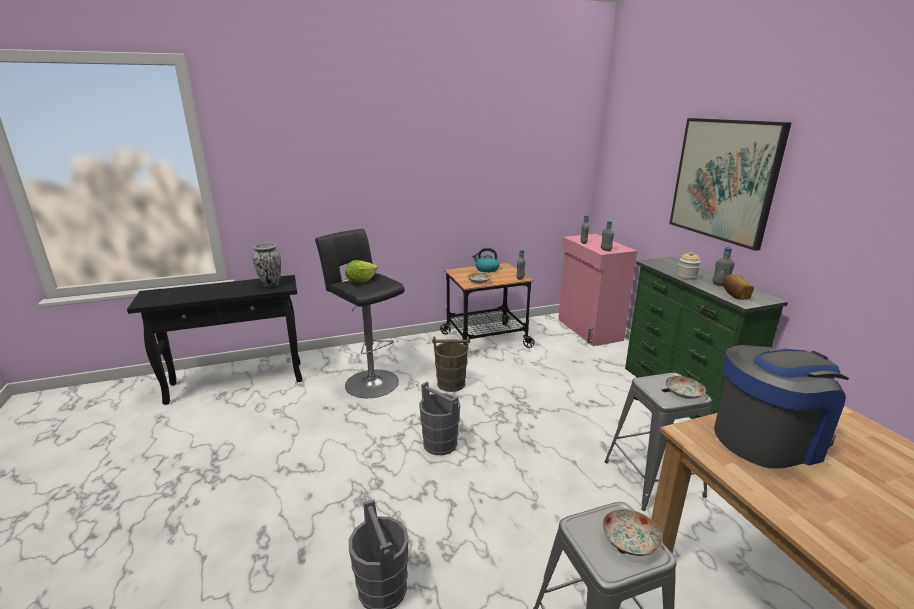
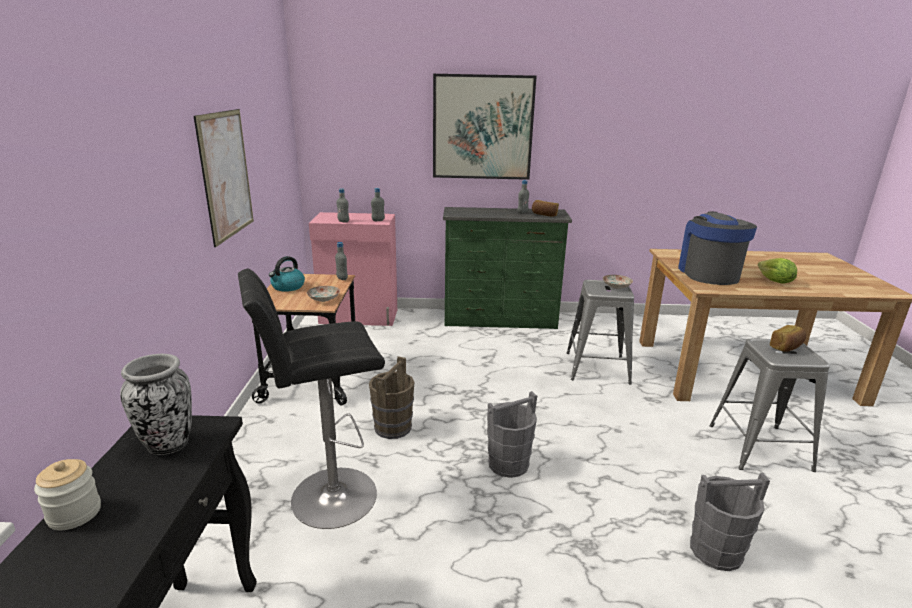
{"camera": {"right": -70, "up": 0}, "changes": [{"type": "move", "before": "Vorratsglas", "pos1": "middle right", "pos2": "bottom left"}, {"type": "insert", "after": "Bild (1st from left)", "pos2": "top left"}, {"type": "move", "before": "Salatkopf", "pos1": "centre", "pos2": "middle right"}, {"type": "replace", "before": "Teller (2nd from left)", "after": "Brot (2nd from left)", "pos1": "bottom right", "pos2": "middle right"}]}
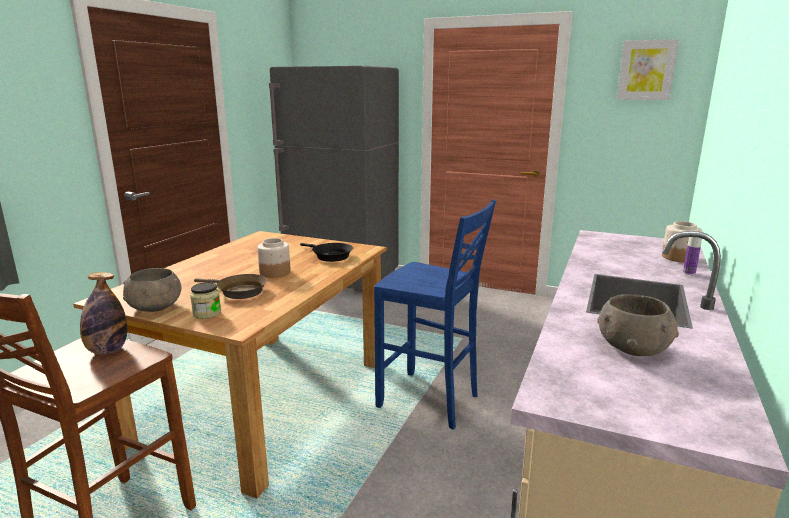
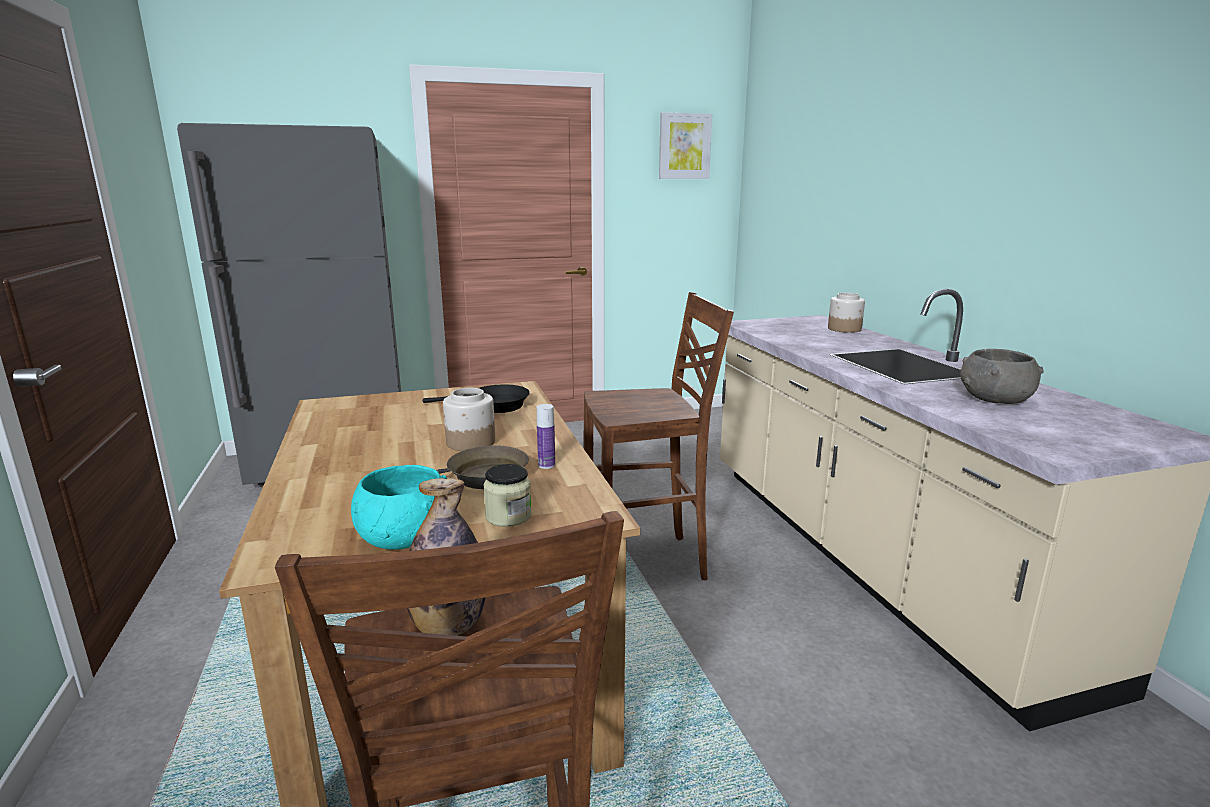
{"camera": {"right": -40, "up": 0}, "changes": [{"type": "recolor", "before": "Schüssel/grau (1st from left)", "after": "Schüssel/türkis", "pos1": "middle left", "pos2": "middle left"}, {"type": "move", "before": "Flasche (2nd from left)", "pos1": "middle right", "pos2": "centre"}, {"type": "recolor", "before": "Hocker/blau", "after": "Hocker/braun (2nd from left)", "pos1": "centre", "pos2": "centre"}]}
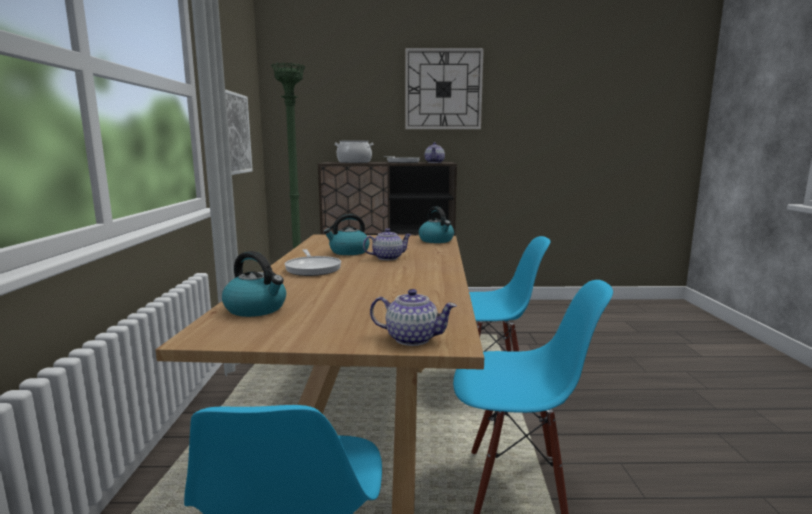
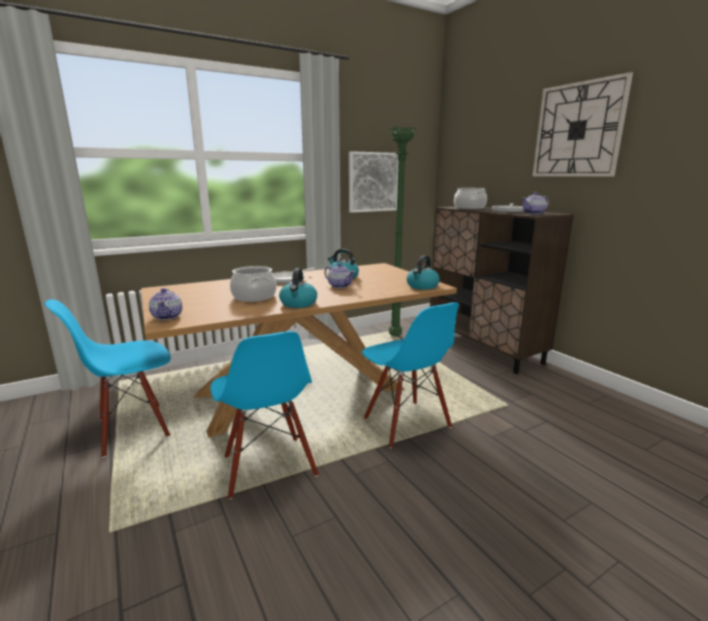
{"camera": {"right": 60, "up": 5}, "changes": [{"type": "insert", "after": "Kochtopf (1st from left)", "pos2": "centre"}, {"type": "move", "before": "Wasserkessel (1st from left)", "pos1": "middle left", "pos2": "centre"}]}
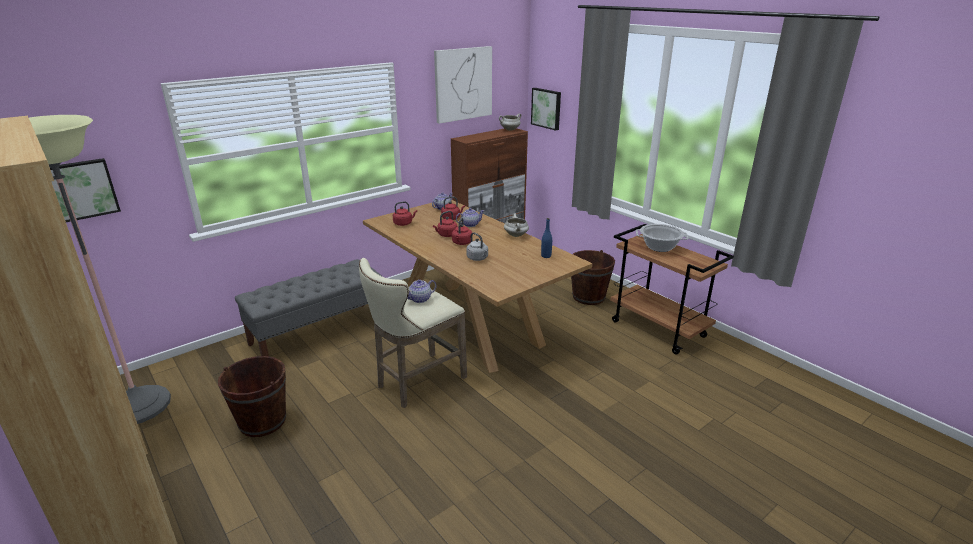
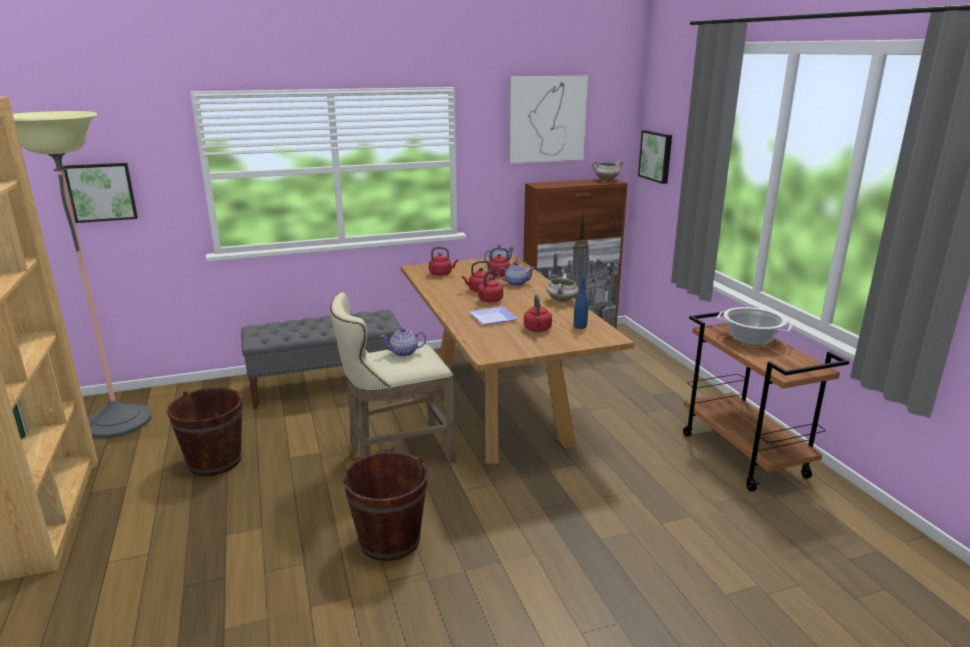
{"camera": {"right": 20, "up": -5}, "changes": [{"type": "move", "before": "Eimer/braun (2nd from left)", "pos1": "centre", "pos2": "bottom centre"}, {"type": "replace", "before": "Wasserkessel/grau", "after": "Teller", "pos1": "centre", "pos2": "centre"}, {"type": "insert", "after": "Wasserkessel/rot (5th from left)", "pos2": "centre"}]}
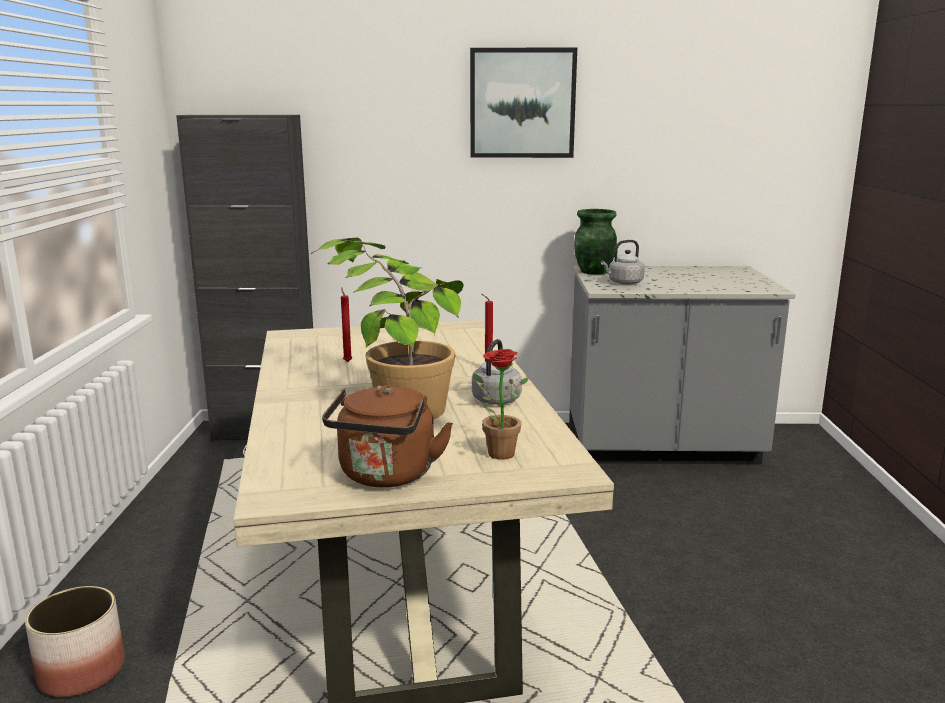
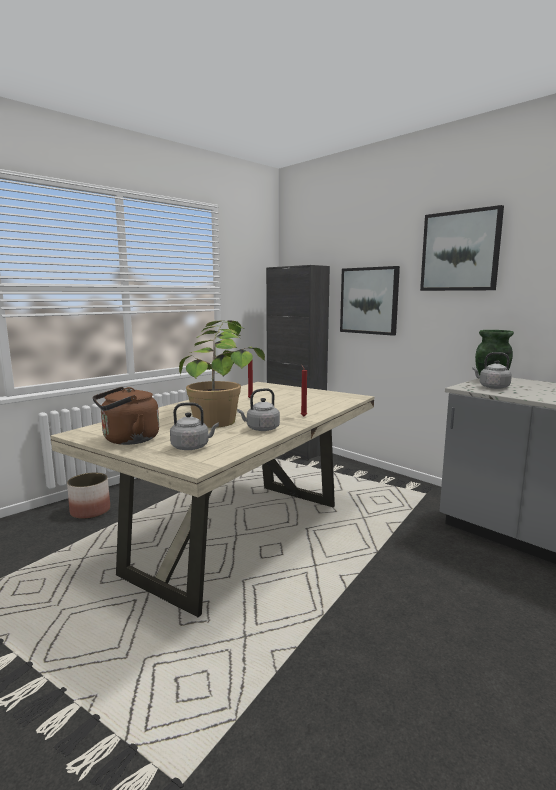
{"camera": {"right": 45, "up": -5}, "changes": [{"type": "replace", "before": "Topfpflanze (2nd from left)", "after": "Wasserkessel/grau (1st from left)", "pos1": "centre", "pos2": "centre"}, {"type": "insert", "after": "Bild (1st from left)", "pos2": "centre"}]}
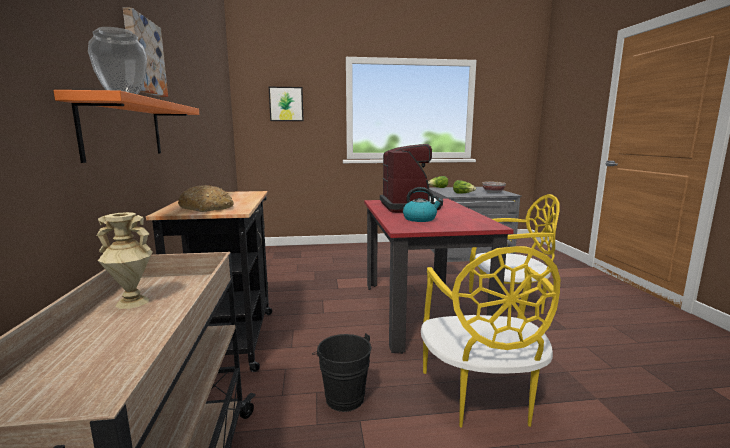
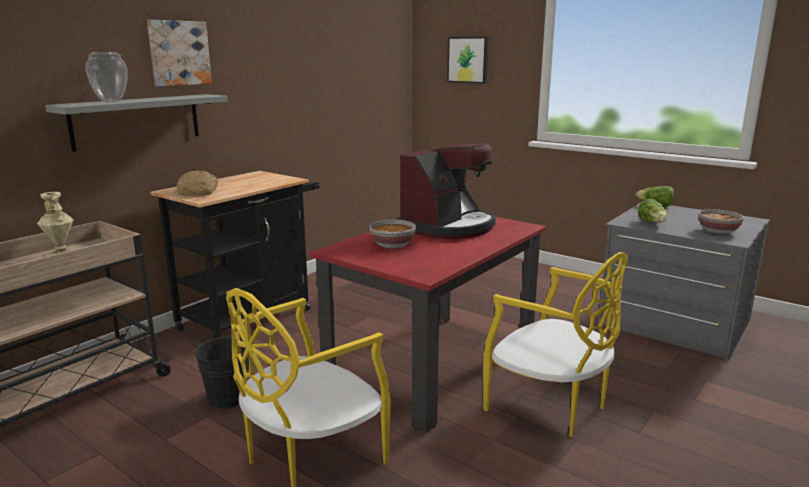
{"camera": {"right": 45, "up": 5}, "changes": [{"type": "recolor", "before": "Wandregal/orange", "after": "Wandregal/grau", "pos1": "top left", "pos2": "top left"}, {"type": "replace", "before": "Wasserkessel", "after": "Schüssel (1st from left)", "pos1": "centre", "pos2": "centre"}]}
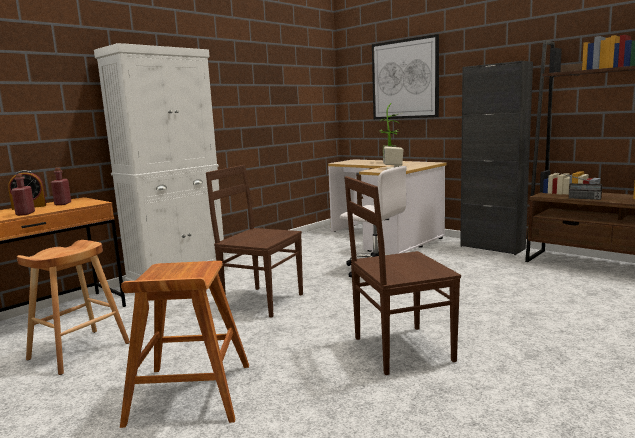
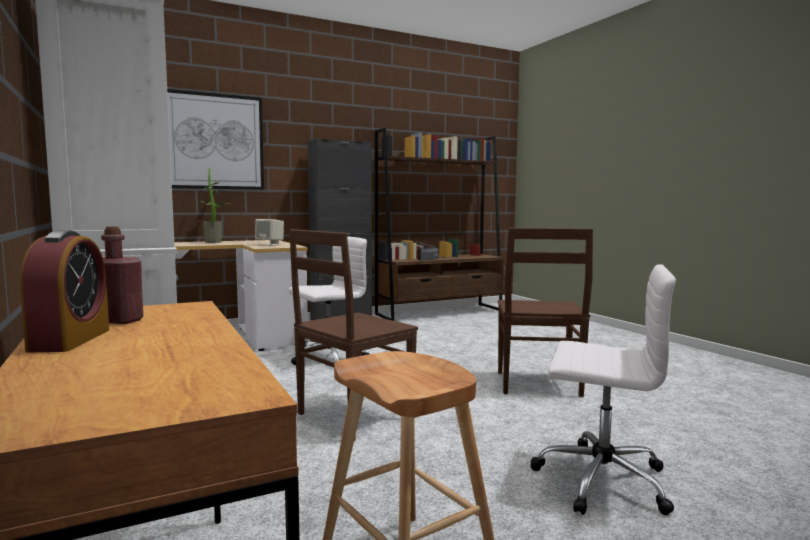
{"camera": {"right": -70, "up": -5}, "changes": [{"type": "replace", "before": "Hocker/braun (2nd from left)", "after": "Bürostuhl/weiß (2nd from left)", "pos1": "bottom left", "pos2": "bottom right"}, {"type": "delete", "before": "Flasche/rot (1st from left)", "pos1": "middle left"}]}
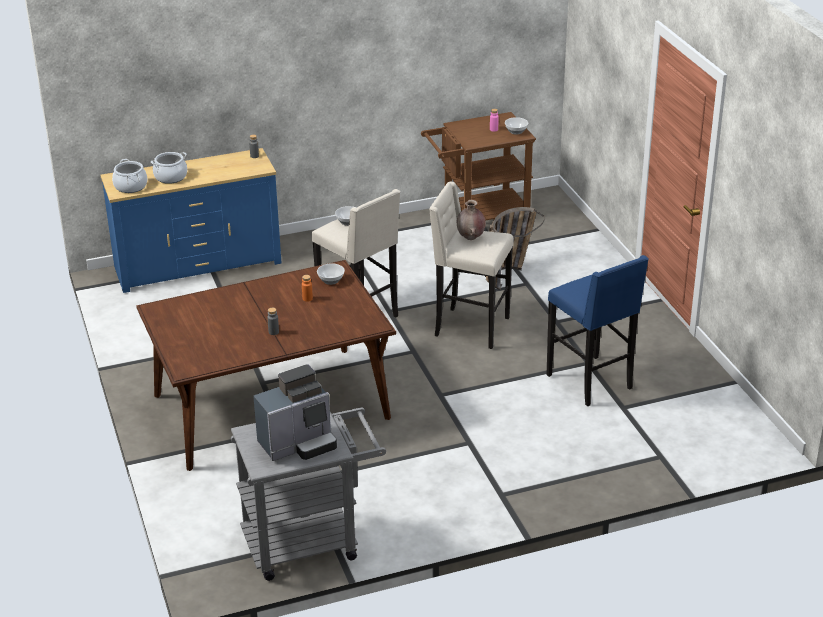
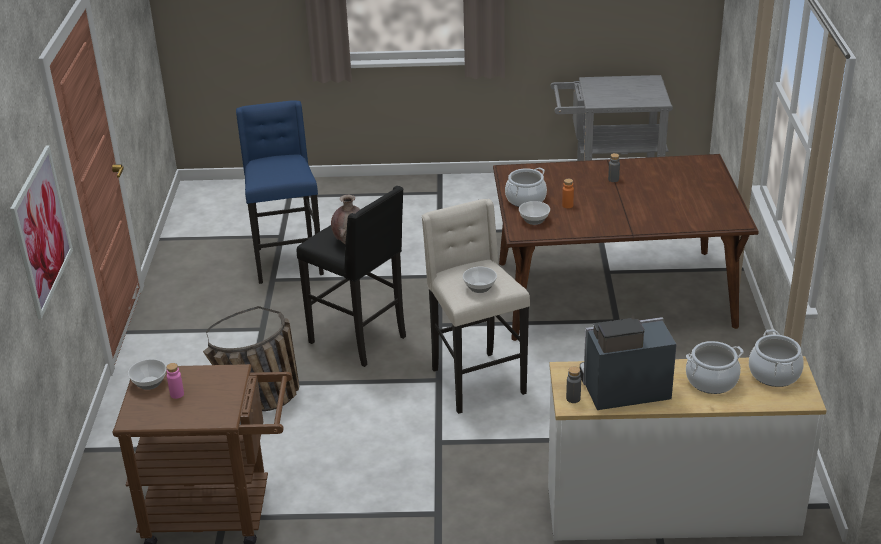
{"camera": {"right": -160, "up": 0}, "changes": [{"type": "insert", "after": "Bild", "pos2": "middle left"}, {"type": "recolor", "before": "Hocker/beige (2nd from left)", "after": "Hocker/schwarz", "pos1": "centre", "pos2": "centre"}, {"type": "insert", "after": "Kochtopf (1st from left)", "pos2": "centre"}, {"type": "recolor", "before": "Kommode/blau", "after": "Kommode/weiß", "pos1": "middle left", "pos2": "bottom right"}, {"type": "move", "before": "Kaffeemaschine", "pos1": "bottom centre", "pos2": "bottom right"}]}
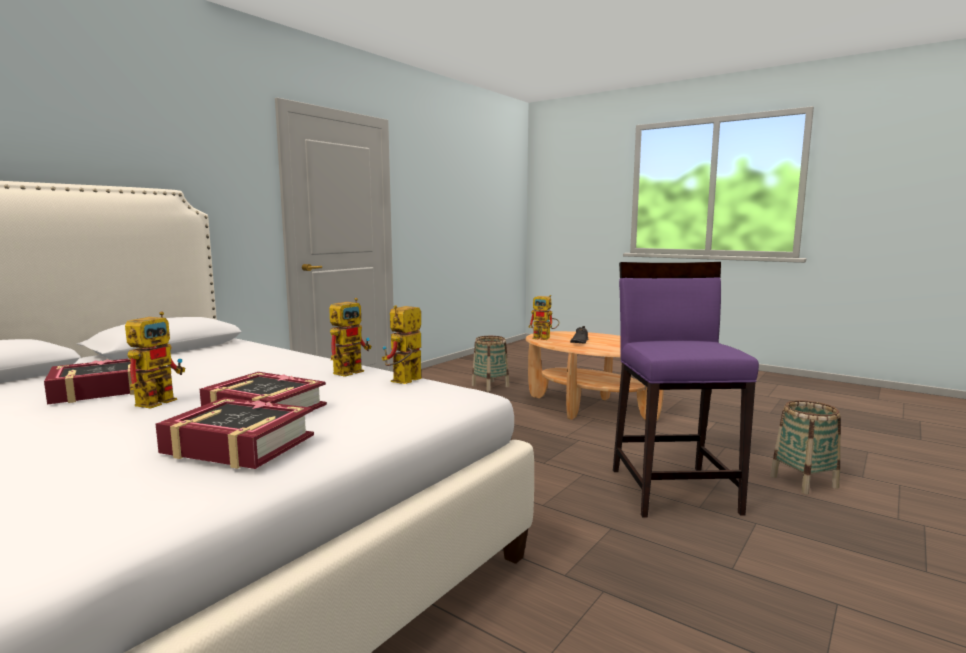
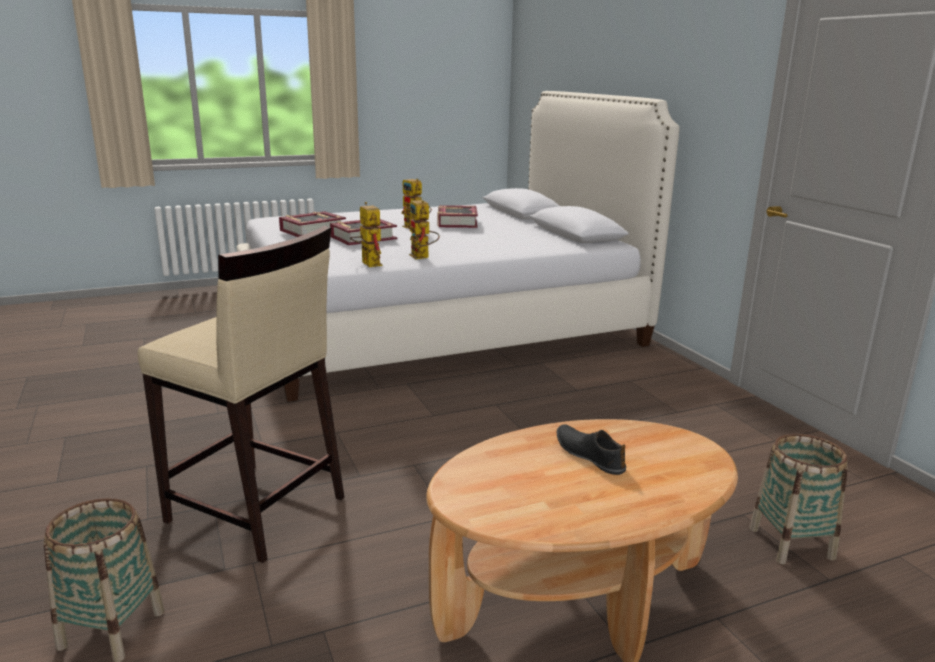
{"camera": {"right": 120, "up": 10}, "changes": [{"type": "recolor", "before": "Hocker/lila", "after": "Hocker/beige", "pos1": "middle right", "pos2": "middle left"}, {"type": "delete", "before": "Spielzeugroboter (4th from left)", "pos1": "centre"}]}
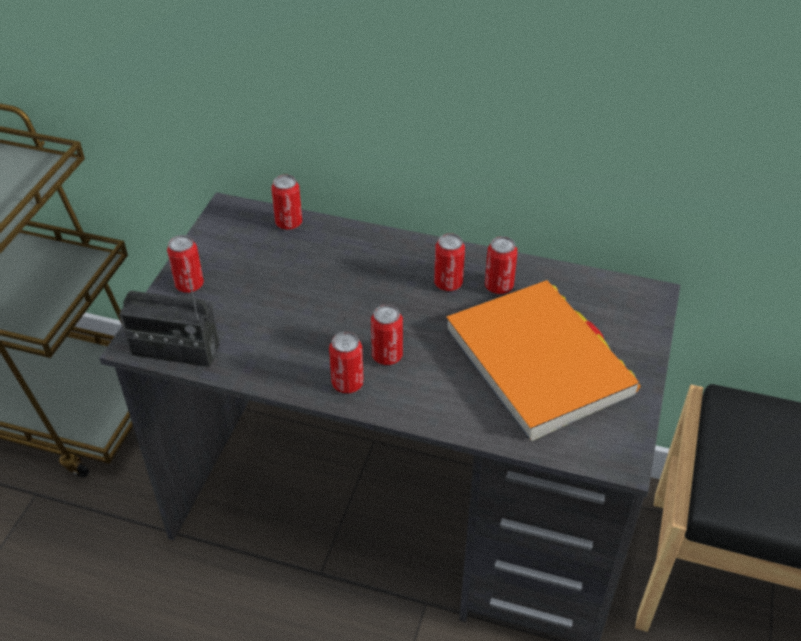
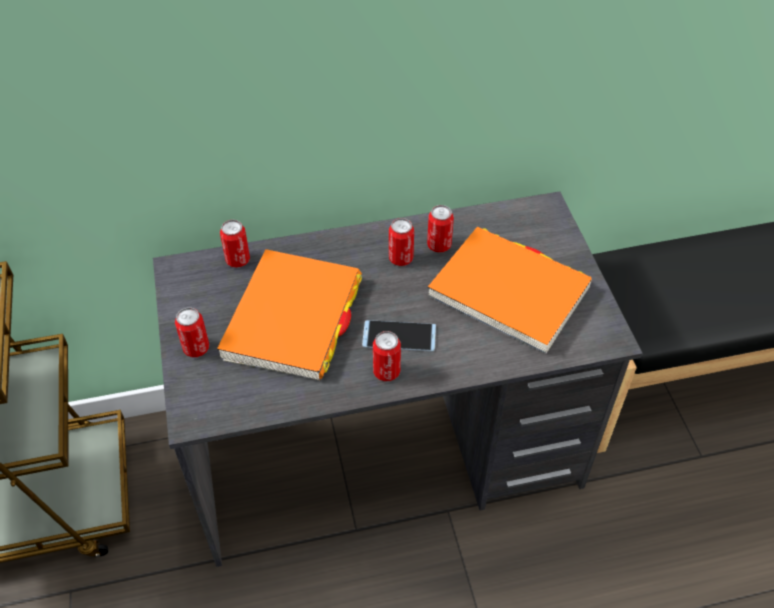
{"camera": {"right": -30, "up": 5}, "changes": [{"type": "insert", "after": "Buch/orange (1st from left)", "pos2": "centre"}, {"type": "replace", "before": "Dose (4th from left)", "after": "Handy", "pos1": "centre", "pos2": "centre"}, {"type": "delete", "before": "Radio", "pos1": "middle left"}]}
